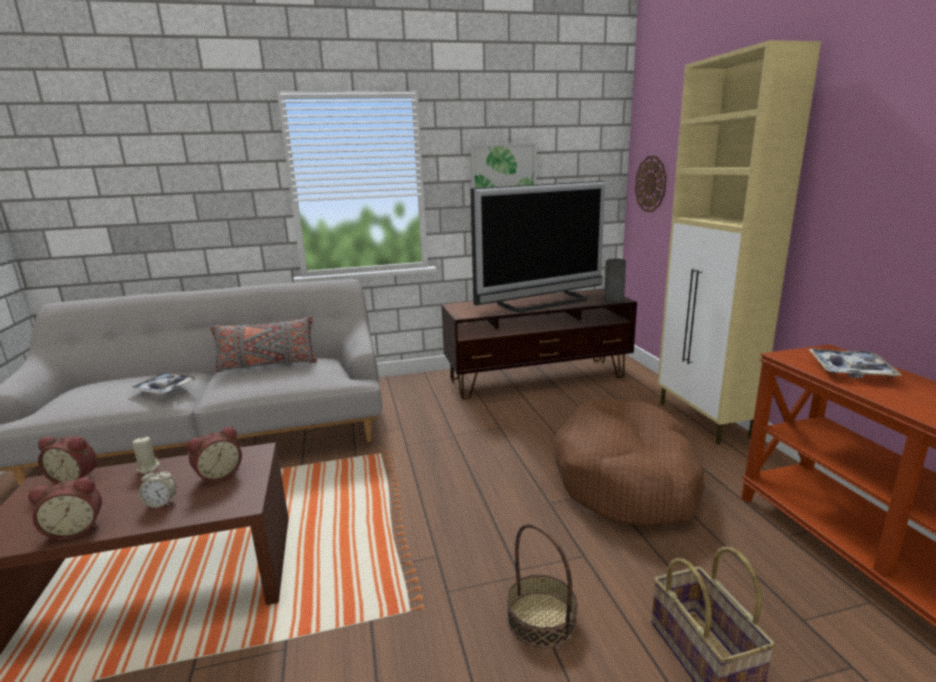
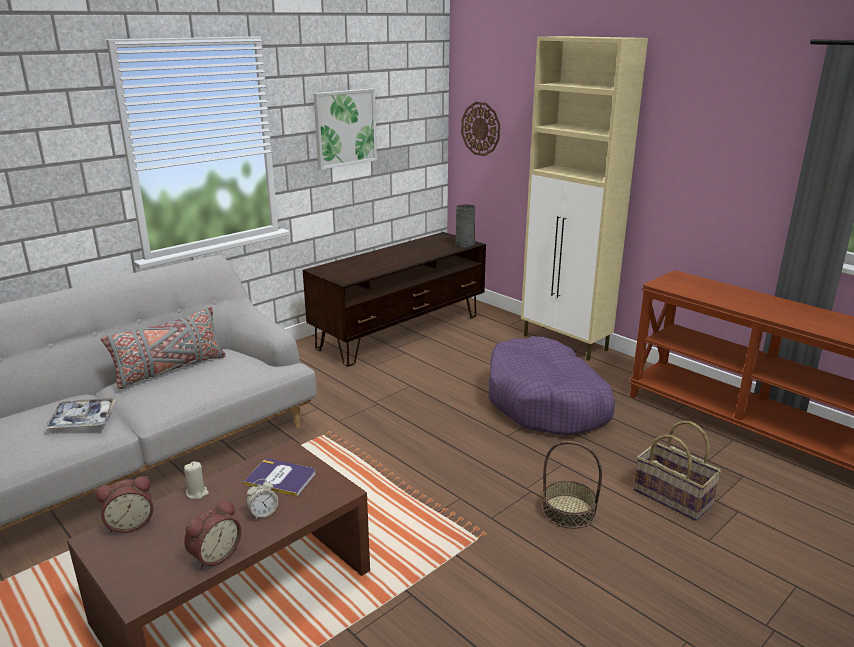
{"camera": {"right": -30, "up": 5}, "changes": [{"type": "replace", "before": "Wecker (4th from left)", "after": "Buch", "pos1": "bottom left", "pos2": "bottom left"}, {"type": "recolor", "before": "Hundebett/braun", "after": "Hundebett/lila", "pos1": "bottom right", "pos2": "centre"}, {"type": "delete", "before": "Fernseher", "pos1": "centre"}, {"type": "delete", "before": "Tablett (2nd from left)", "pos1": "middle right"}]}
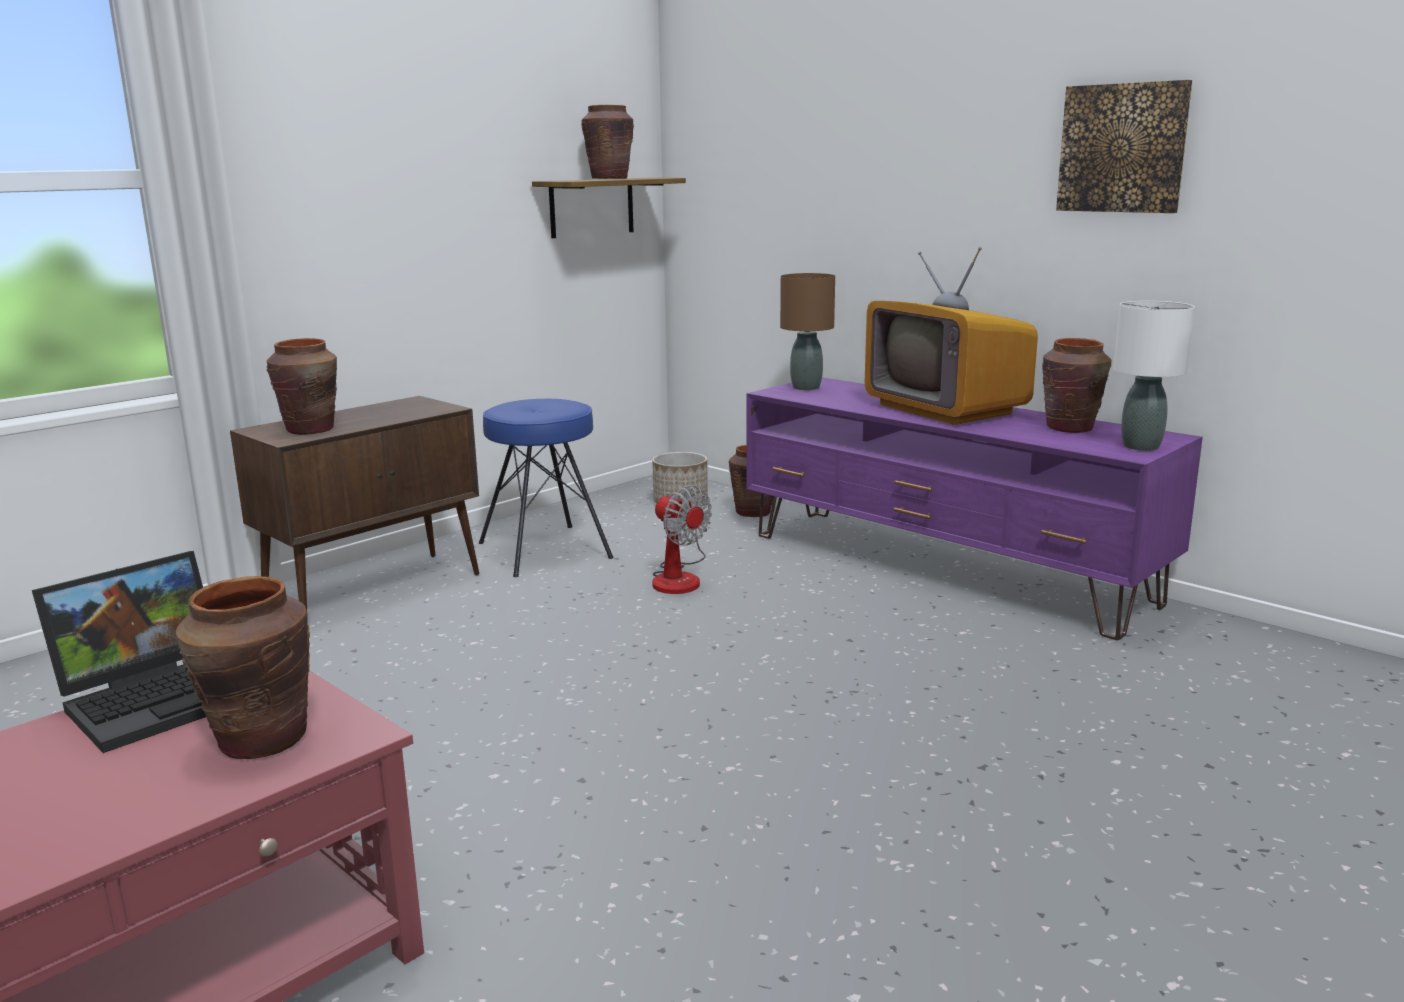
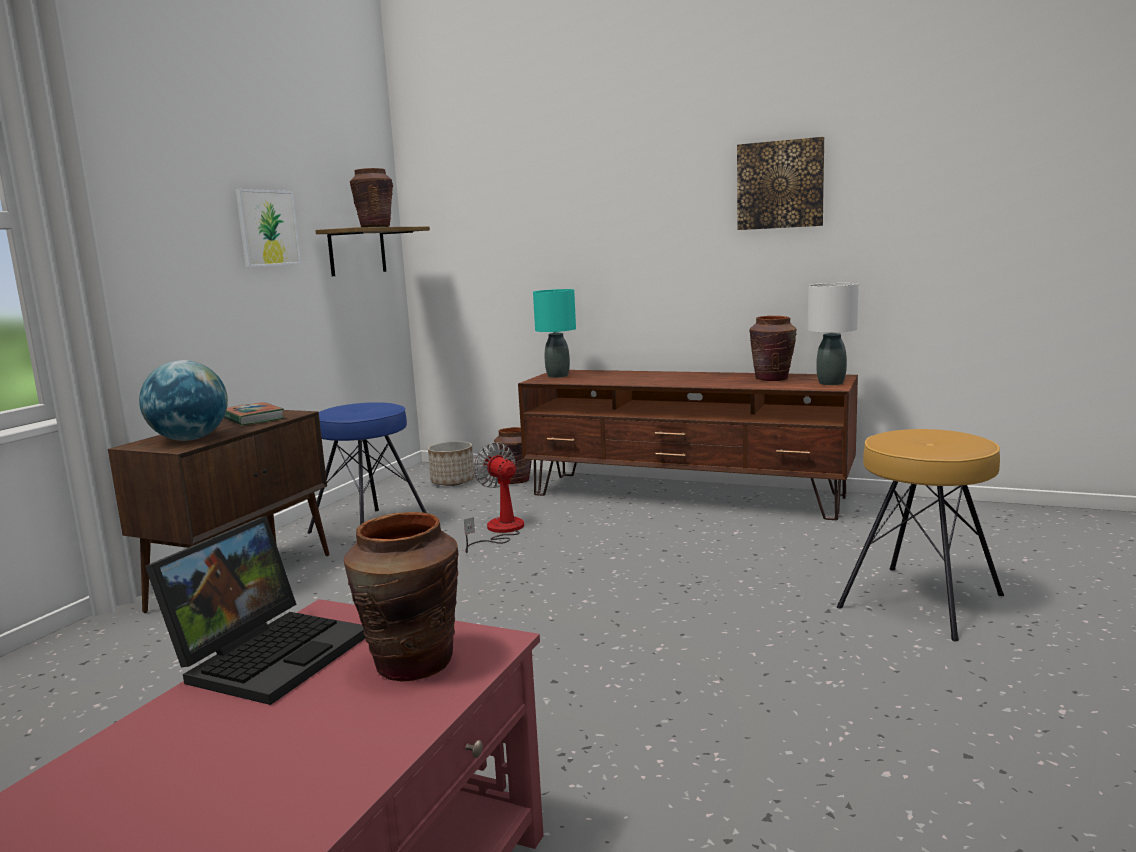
{"camera": {"right": -20, "up": -5}, "changes": [{"type": "replace", "before": "Vase/braun (2nd from left)", "after": "Globus", "pos1": "middle left", "pos2": "middle left"}, {"type": "insert", "after": "Buch", "pos2": "middle left"}, {"type": "insert", "after": "Bild (1st from left)", "pos2": "top left"}, {"type": "rotate", "before": "Ventilator", "pos1": "centre", "pos2": "centre", "turn": -150}, {"type": "recolor", "before": "Fernsehschrank/lila", "after": "Fernsehschrank/braun", "pos1": "middle right", "pos2": "centre"}, {"type": "recolor", "before": "Tischlampe/braun", "after": "Tischlampe/türkis", "pos1": "top centre", "pos2": "centre"}, {"type": "insert", "after": "Hocker/braun", "pos2": "middle right"}, {"type": "delete", "before": "Fernseher", "pos1": "middle right"}]}
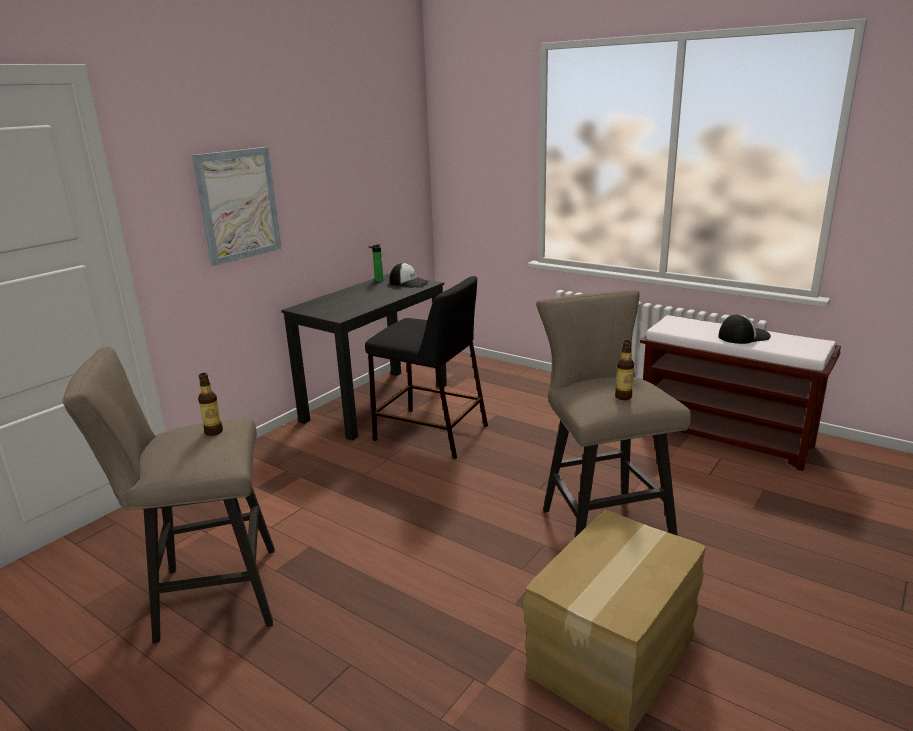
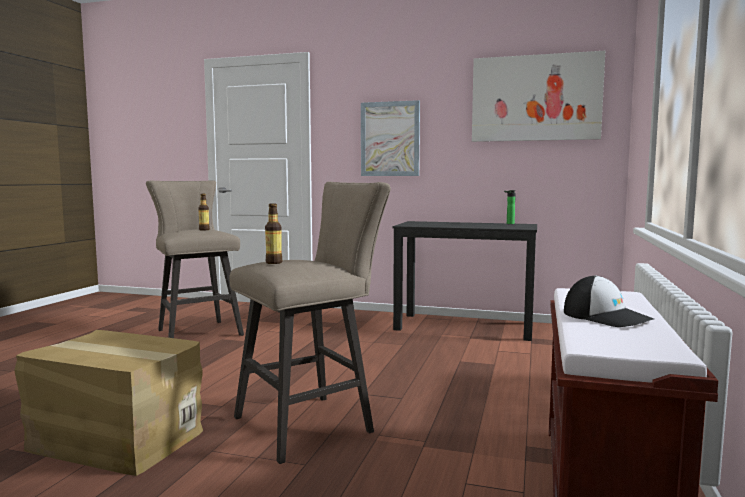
{"camera": {"right": 70, "up": -15}, "changes": [{"type": "insert", "after": "Bild (2nd from left)", "pos2": "top right"}, {"type": "delete", "before": "Hocker/schwarz", "pos1": "centre"}, {"type": "delete", "before": "Kappe (1st from left)", "pos1": "centre"}]}
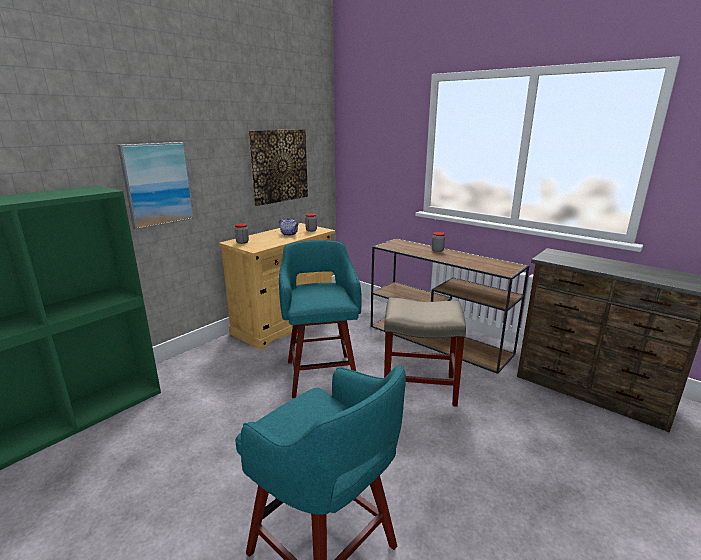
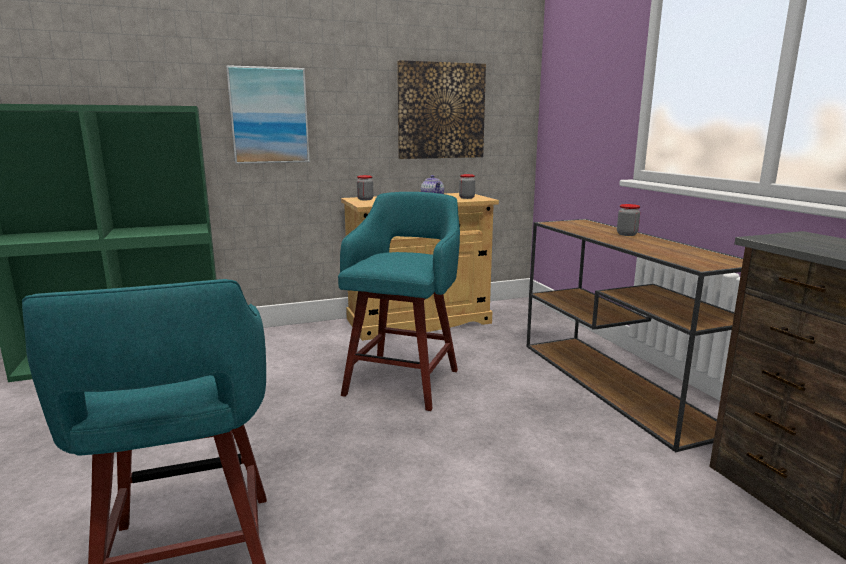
{"camera": {"right": 30, "up": -5}, "changes": [{"type": "delete", "before": "Hocker/beige", "pos1": "centre"}]}
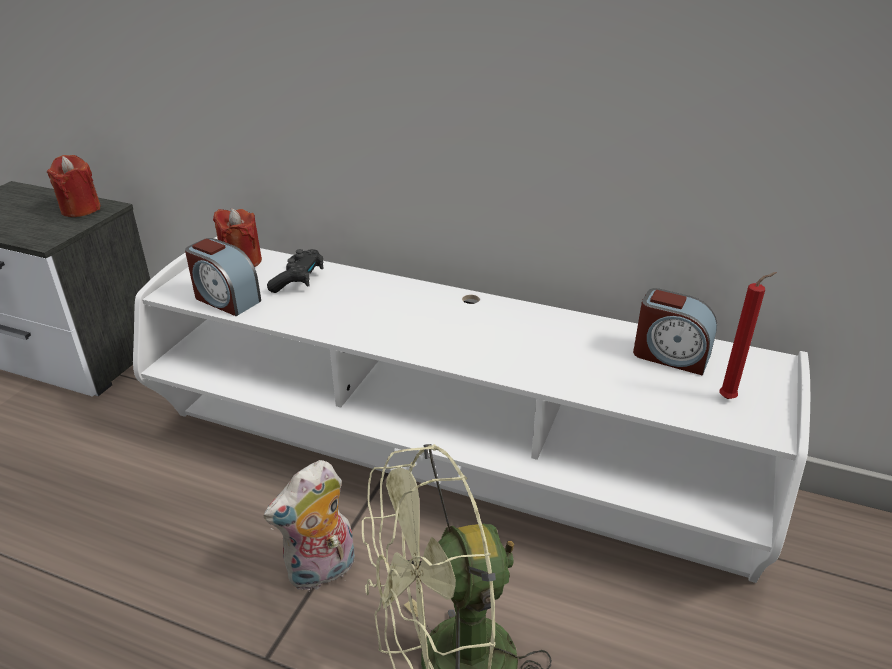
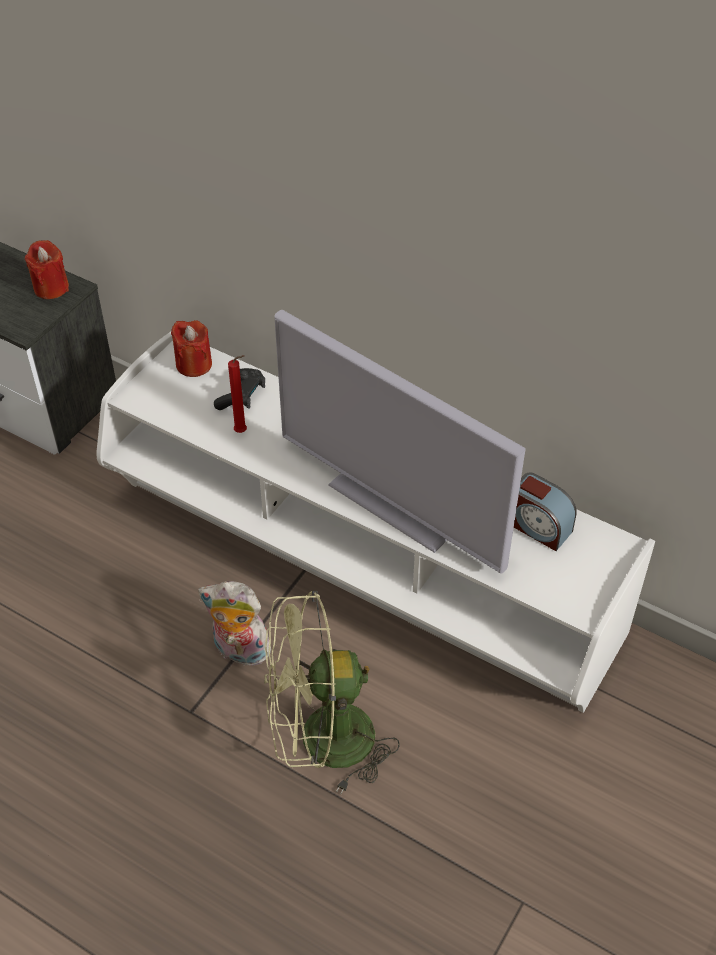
{"camera": {"right": 10, "up": 15}, "changes": [{"type": "rotate", "before": "Plüschtier", "pos1": "bottom centre", "pos2": "middle left", "turn": 45}, {"type": "move", "before": "Kerze/rot (3rd from left)", "pos1": "middle right", "pos2": "middle left"}, {"type": "insert", "after": "Fernseher", "pos2": "centre"}, {"type": "delete", "before": "Wecker (1st from left)", "pos1": "middle left"}]}
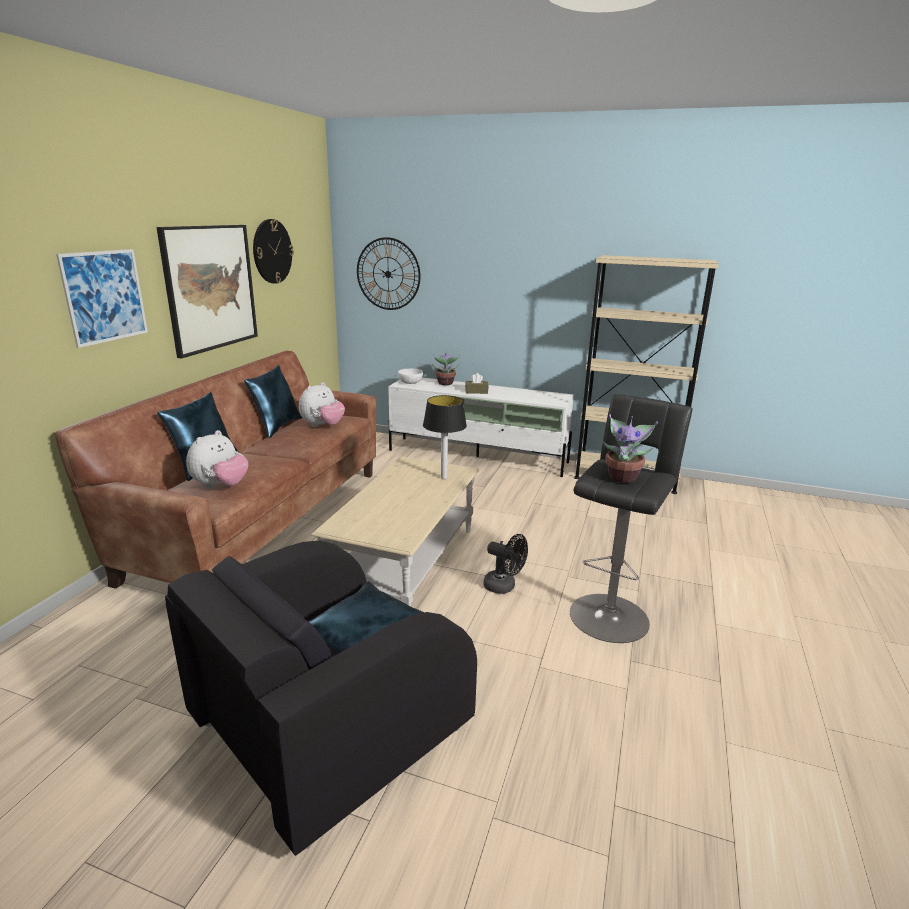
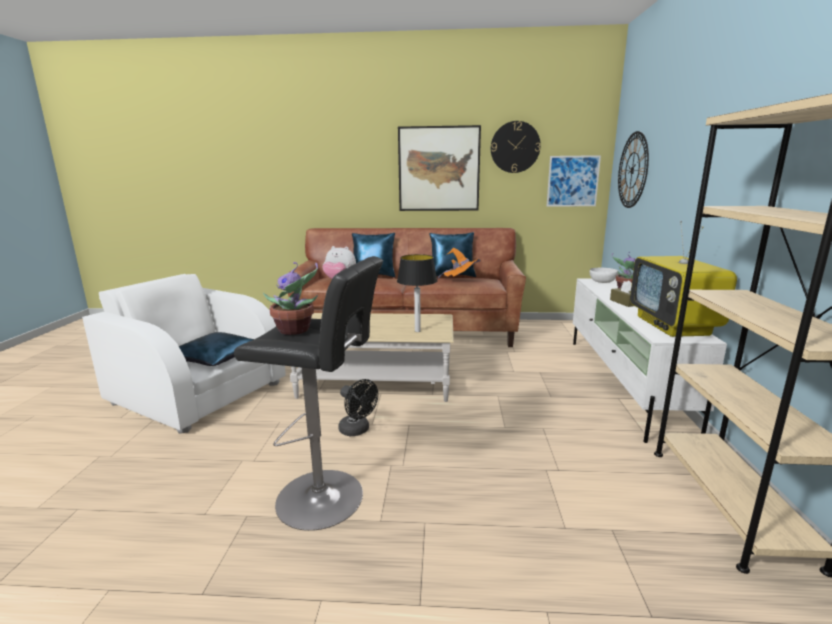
{"camera": {"right": 75, "up": -5}, "changes": [{"type": "recolor", "before": "Sessel/schwarz", "after": "Sessel/weiß", "pos1": "bottom centre", "pos2": "middle left"}, {"type": "rotate", "before": "Ventilator/schwarz", "pos1": "centre", "pos2": "centre", "turn": -60}, {"type": "replace", "before": "Plüschtier (2nd from left)", "after": "Hut/orange", "pos1": "centre", "pos2": "centre"}, {"type": "move", "before": "Bild (1st from left in the first image)", "after": "Bild (2nd from left)", "pos1": "top left", "pos2": "top right"}, {"type": "insert", "after": "Fernseher", "pos2": "middle right"}]}
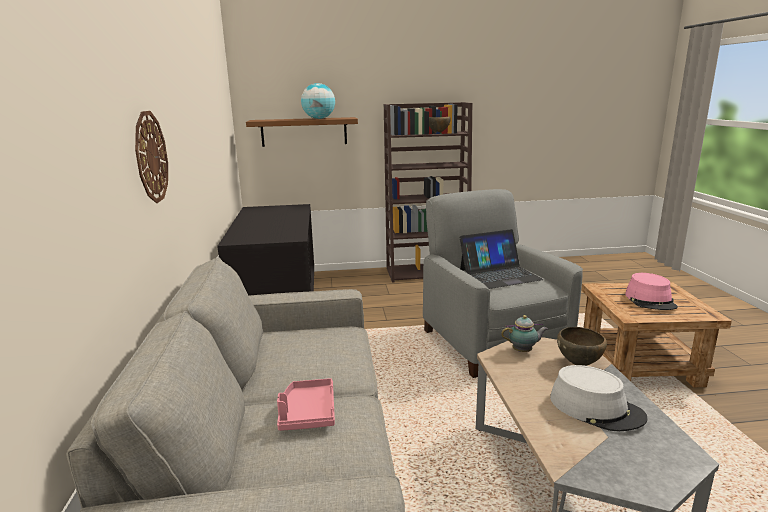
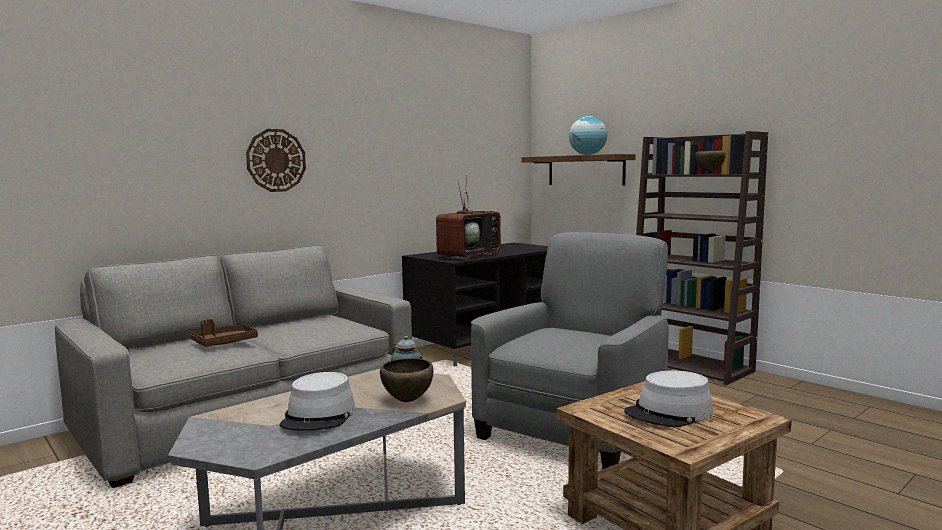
{"camera": {"right": 55, "up": -10}, "changes": [{"type": "recolor", "before": "Tablett/rosa", "after": "Tablett/braun", "pos1": "bottom centre", "pos2": "middle left"}, {"type": "insert", "after": "Fernseher", "pos2": "centre"}, {"type": "recolor", "before": "Hut/rosa", "after": "Hut/grau (2nd from left)", "pos1": "middle right", "pos2": "bottom right"}, {"type": "delete", "before": "Laptop", "pos1": "centre"}]}
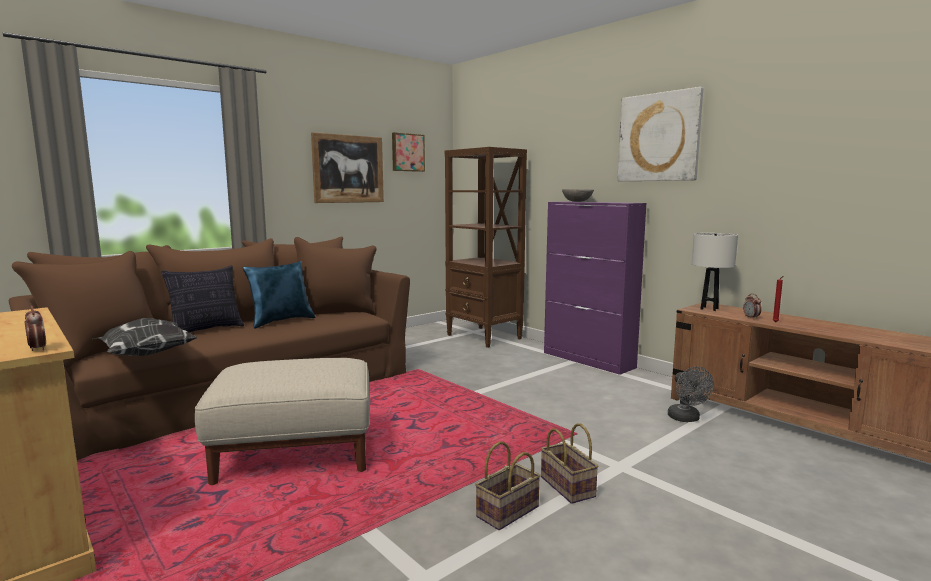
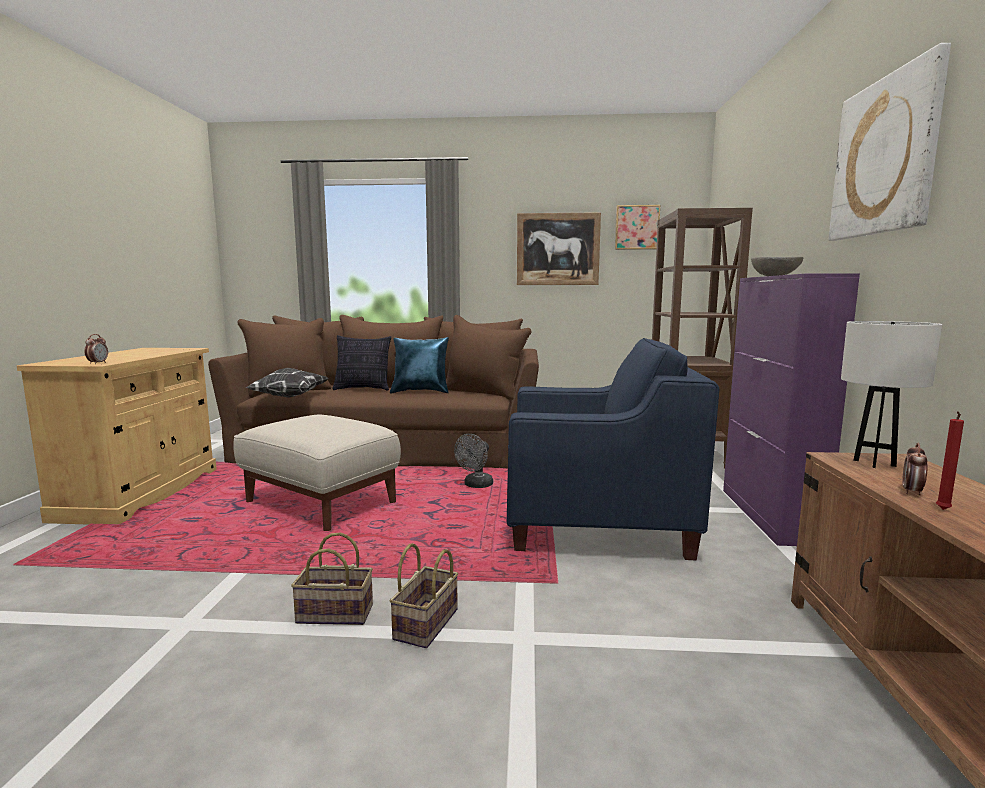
{"camera": {"right": 45, "up": 0}, "changes": [{"type": "move", "before": "Ventilator/grau", "pos1": "bottom right", "pos2": "centre"}, {"type": "insert", "after": "Sessel/blau", "pos2": "centre"}]}
